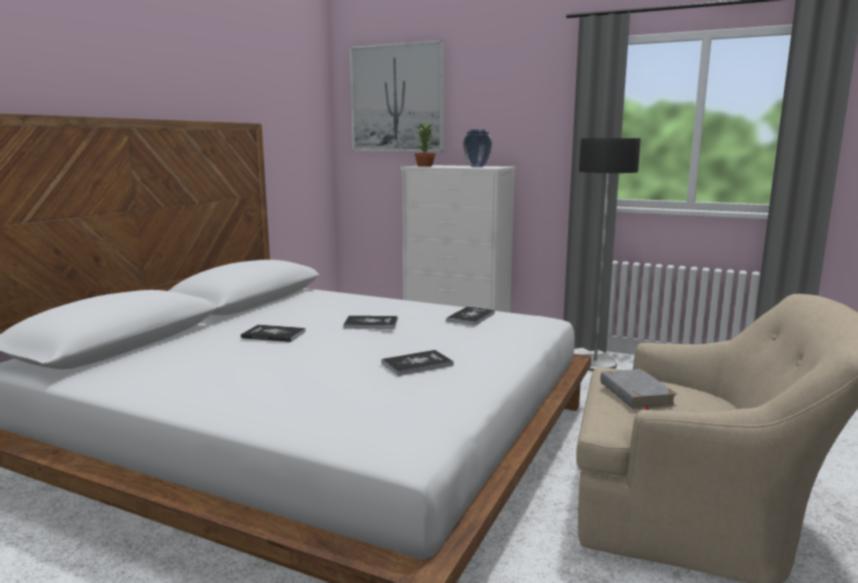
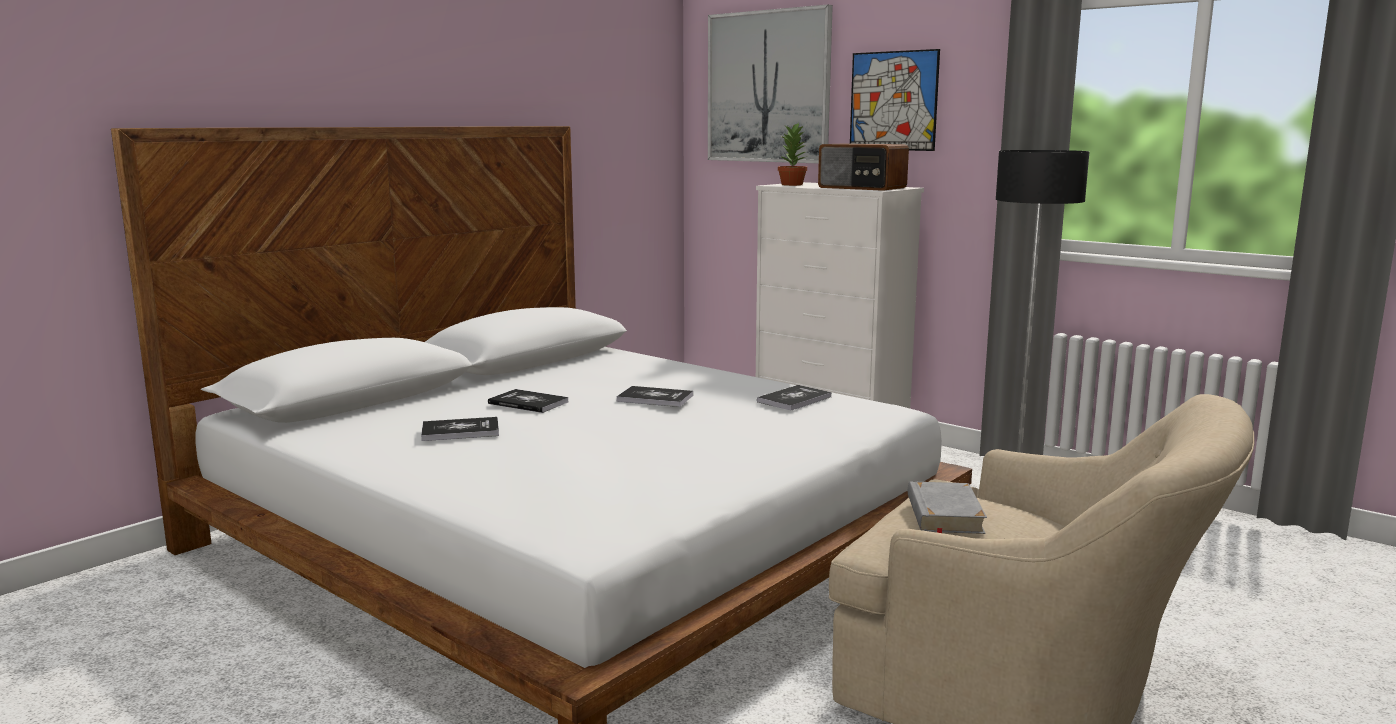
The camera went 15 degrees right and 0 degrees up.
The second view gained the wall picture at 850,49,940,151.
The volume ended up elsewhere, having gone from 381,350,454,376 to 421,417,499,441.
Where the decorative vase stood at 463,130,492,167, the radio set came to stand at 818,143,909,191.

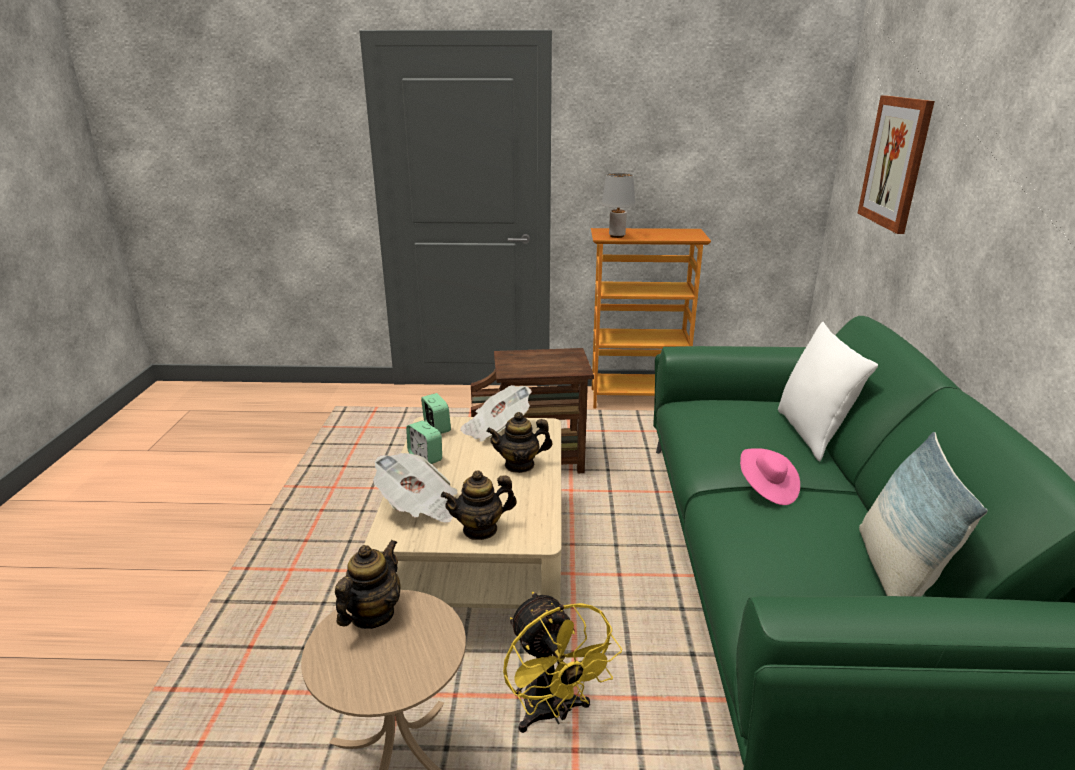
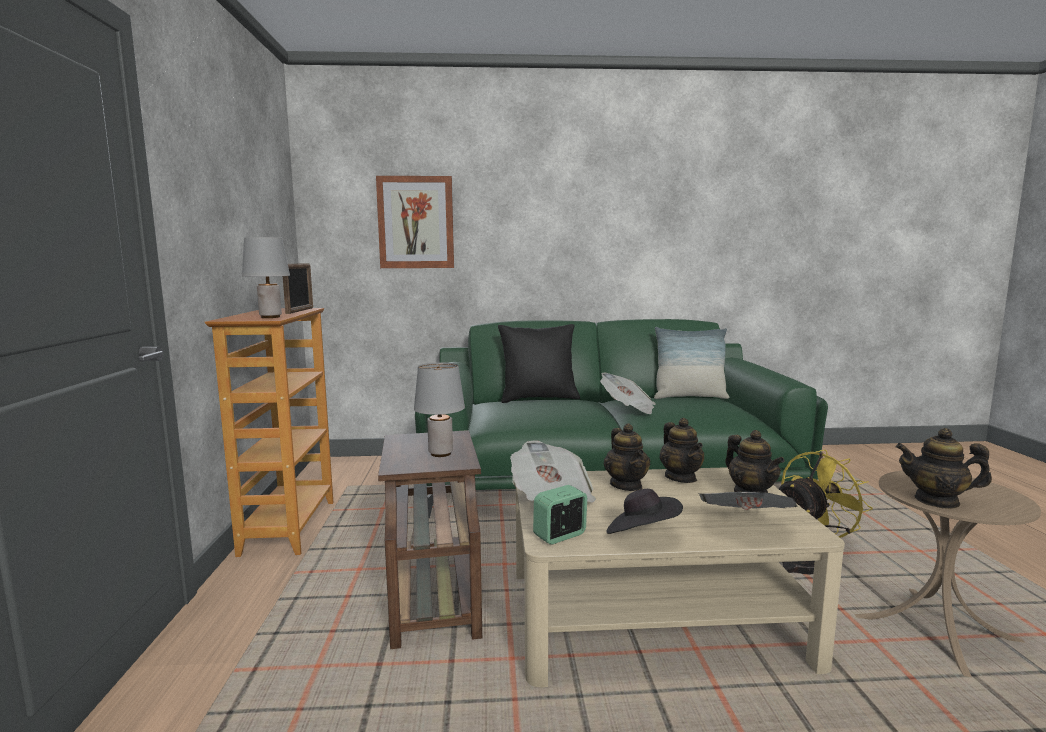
The camera went 95 degrees left and 15 degrees down.
The second view gained the photo frame at 283,263,313,314.
The second view gained the table lamp (greyish) at 414,362,465,457.
The second view gained the teapot at 660,418,704,483.
Where the bedside clock stood at 406,421,442,464, the clothing hat (black-coloured) came to stand at 606,489,683,534.
Where the clothing hat (pink-coloured) stood at 740,448,800,505, the newspaper came to stand at 600,372,656,414.
What was the pillow (white) at 778,322,878,461 turned into the pillow (black-coloured) at 498,324,580,403.

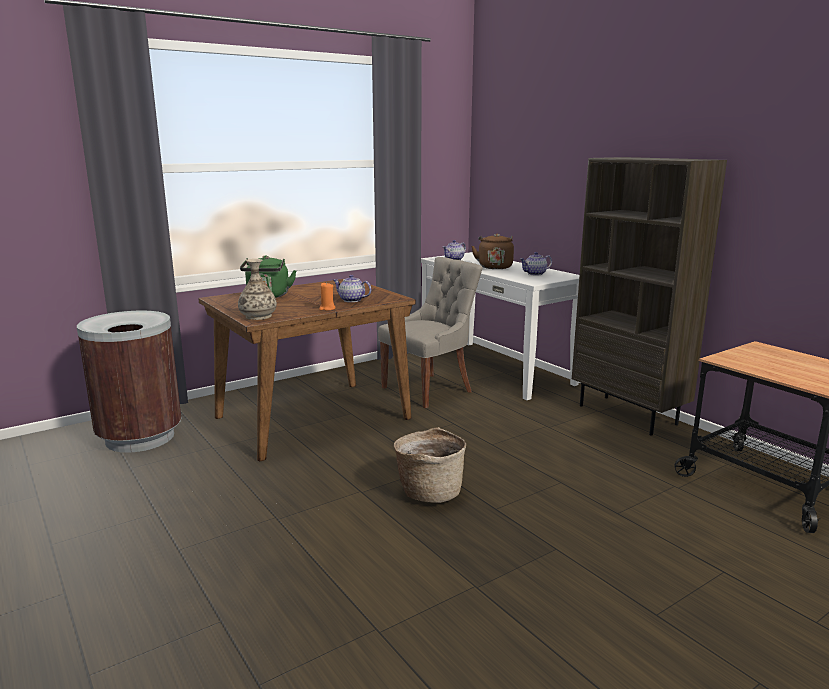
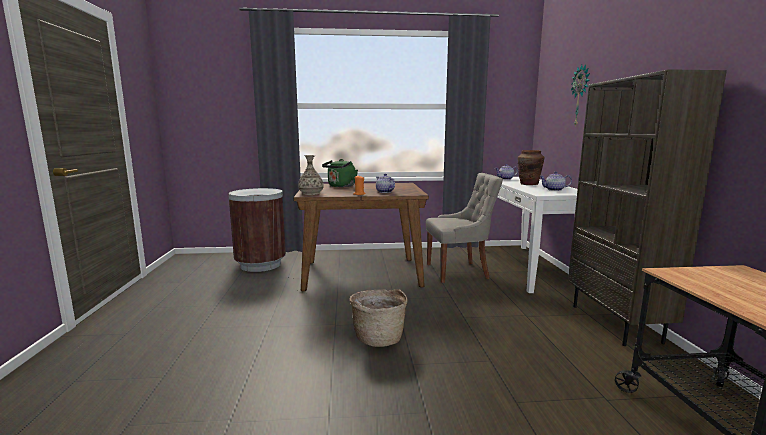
The camera went 30 degrees right and 5 degrees down.
The second view gained the clock on the wall at 571,64,590,127.
Where the tea kettle (brownish) stood at 472,234,514,269, the decorative vase (brownish) came to stand at 518,150,545,185.

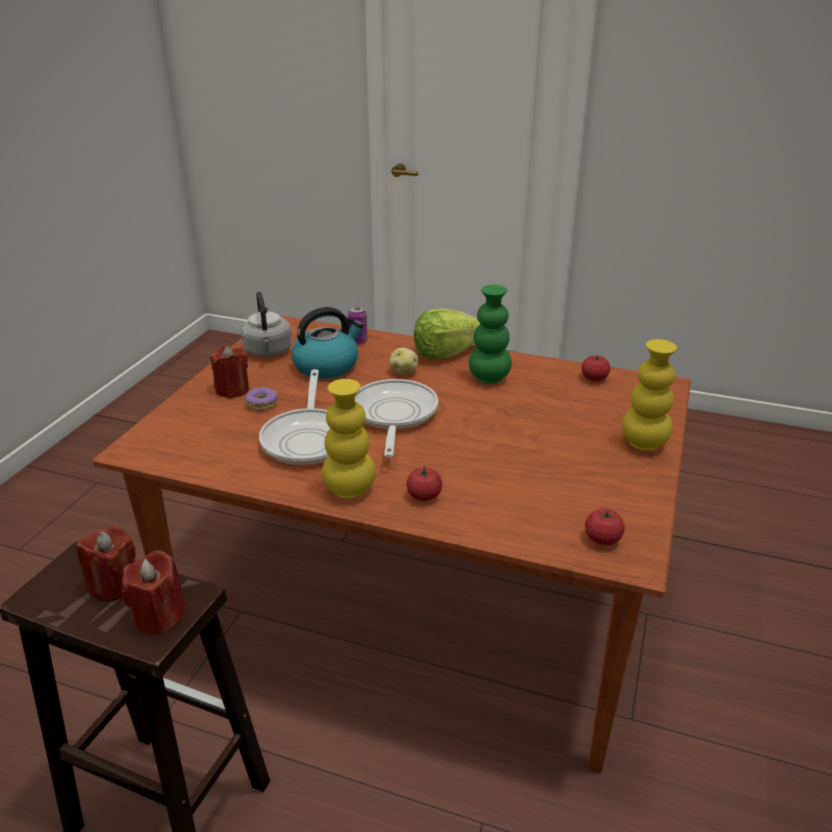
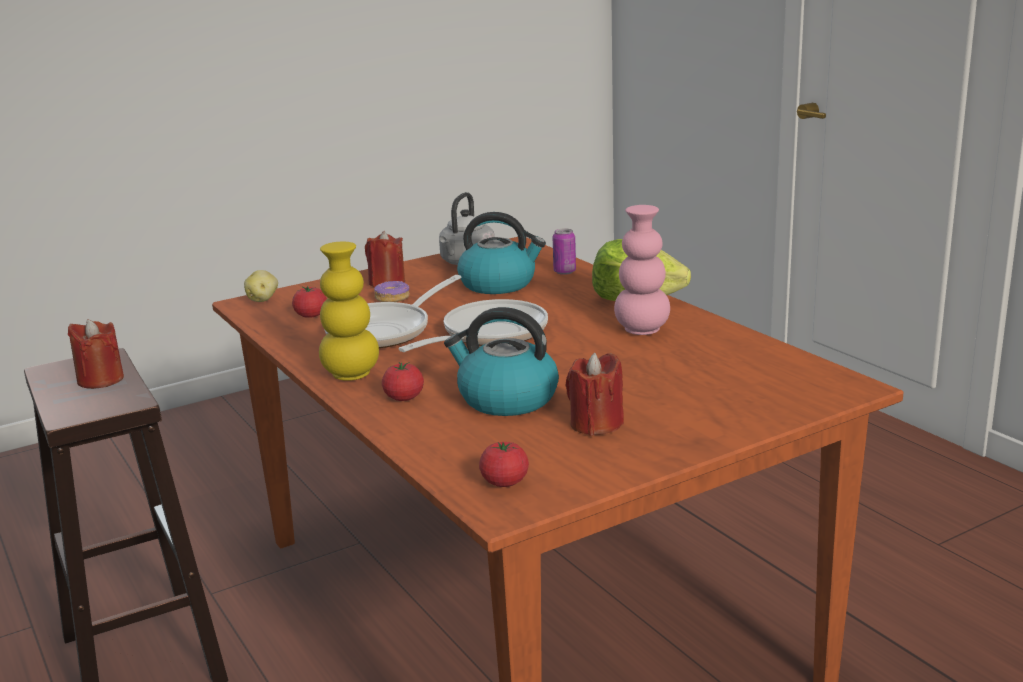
The camera went 40 degrees right and 10 degrees down.
The second view lost the decorative vase (yellow-coloured) at 622,339,677,451.
The second view gained the tea kettle at 444,307,559,416.
The wax candle (red) ended up elsewhere, having gone from 122,551,186,634 to 566,352,624,436.
The whole potato ended up elsewhere, having gone from 389,348,418,375 to 244,270,278,302.
The tomato ended up elsewhere, having gone from 581,355,610,381 to 292,286,327,318.
What was the decorative vase (green) at 469,285,512,384 turned into the decorative vase (pink-coloured) at 614,205,670,335.

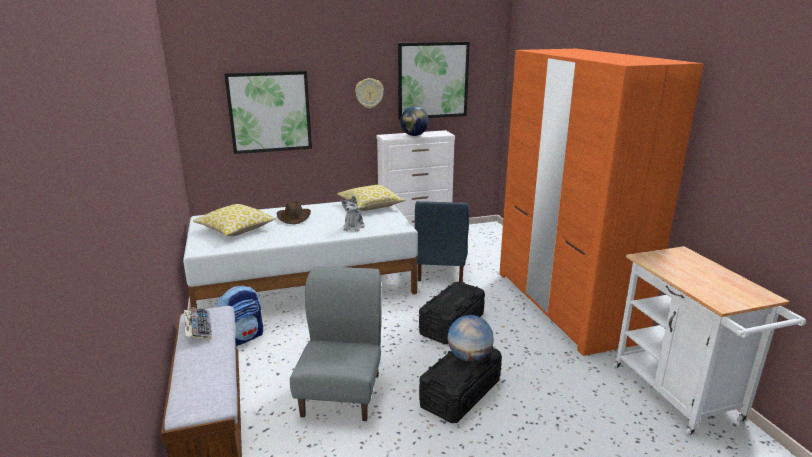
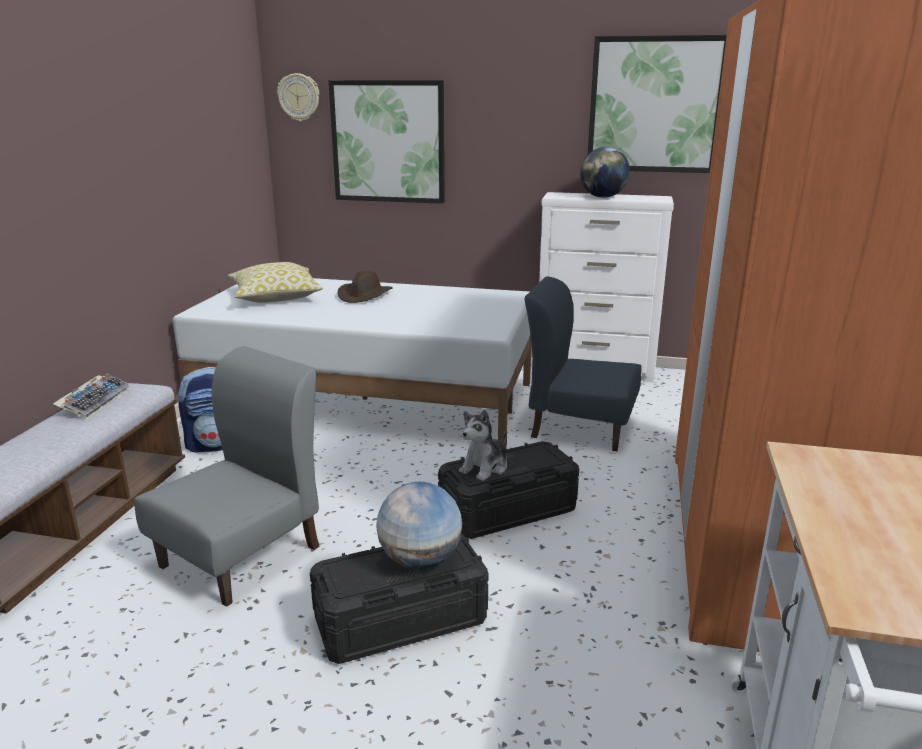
The camera went 30 degrees right and 0 degrees up.
The second view lost the pillow at 337,185,405,211.
The cuddly toy ended up elsewhere, having gone from 341,196,365,231 to 459,409,507,481.
The clock on the wall ended up elsewhere, having gone from 355,78,384,108 to 277,73,319,122.
The upright chair (blue-coloured) at 415,201,470,283 ended up facing another way, 75 degrees clockwise from before.

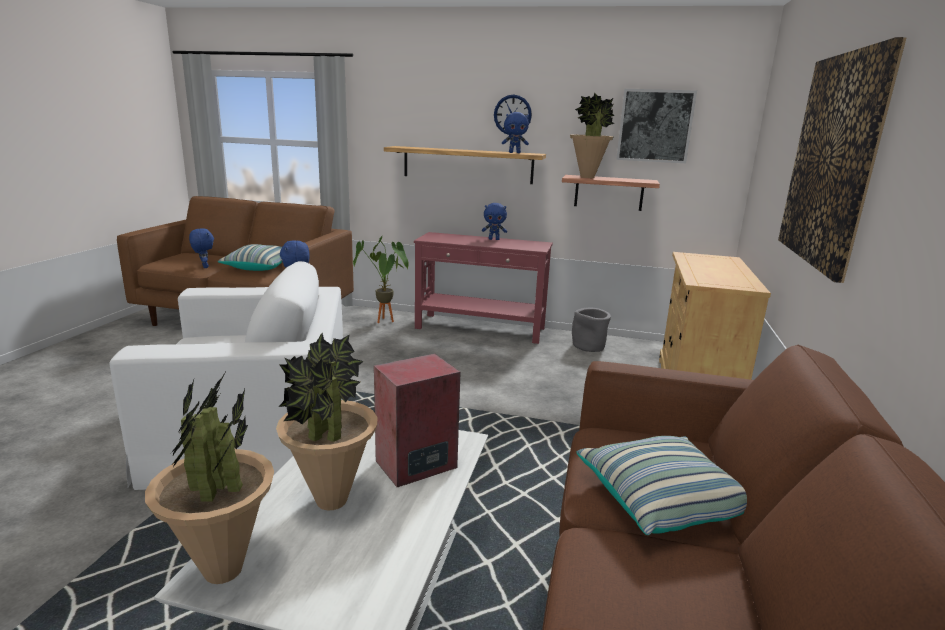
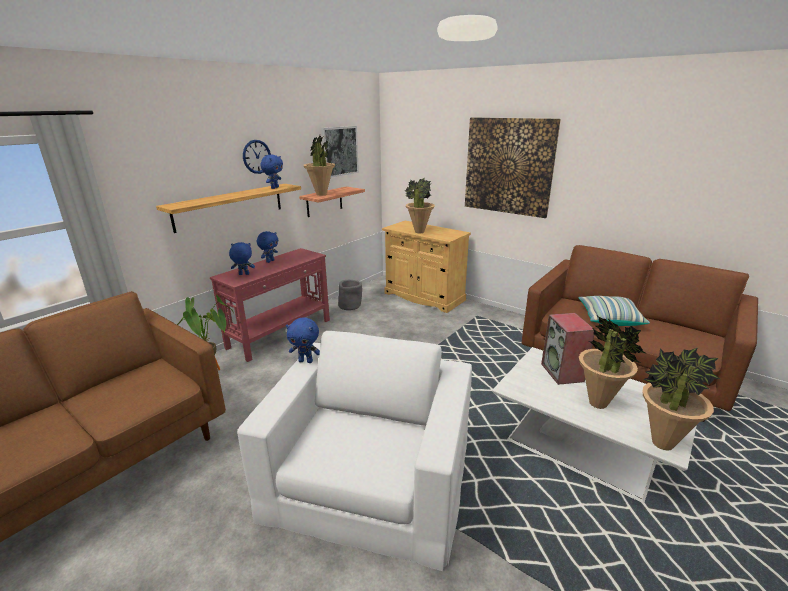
The camera went 65 degrees left and 5 degrees up.
The second view lost the pillow at 218,244,282,271.
The second view gained the houseplant at 405,178,435,233.
The cuddly toy (blue-coloured) ended up elsewhere, having gone from 189,228,214,268 to 229,242,255,275.

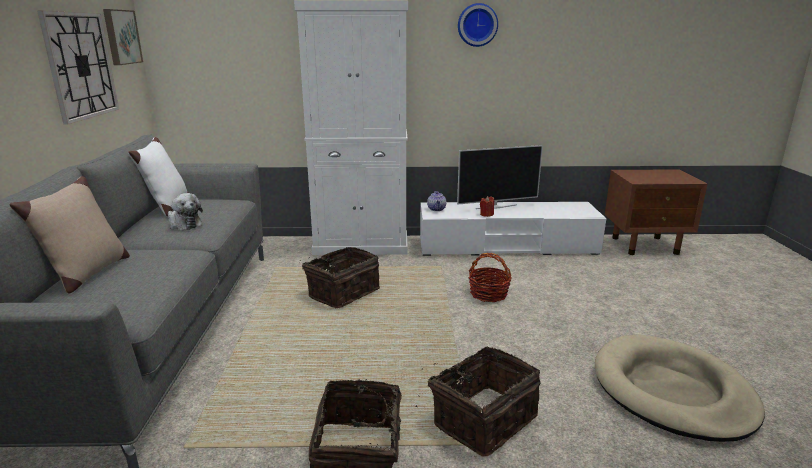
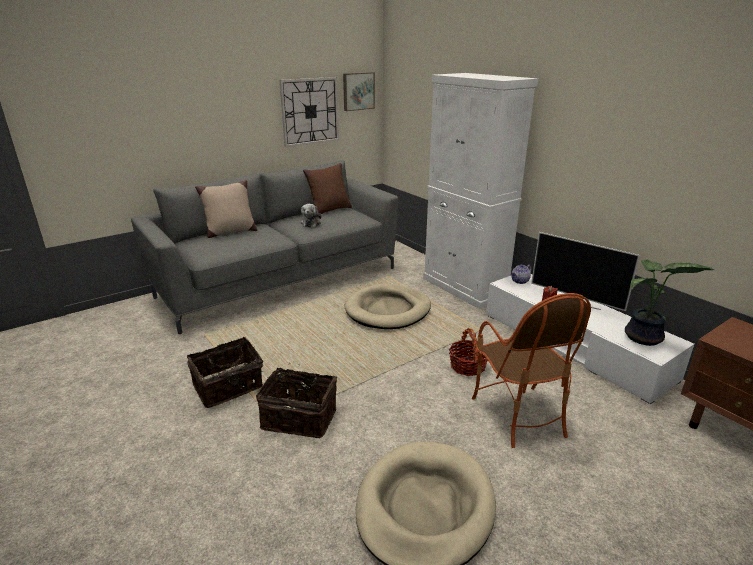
The camera went 55 degrees right and 5 degrees up.
The second view lost the clock on the wall at 458,3,498,47.
The second view gained the easy chair at 472,293,591,448.
The second view gained the houseplant at 625,260,714,346.
Where the household basket stood at 302,247,380,308, the pet bed (beige) came to stand at 345,284,431,329.
What was the pillow (white) at 128,137,188,216 turned into the pillow (brownish) at 303,163,352,214.

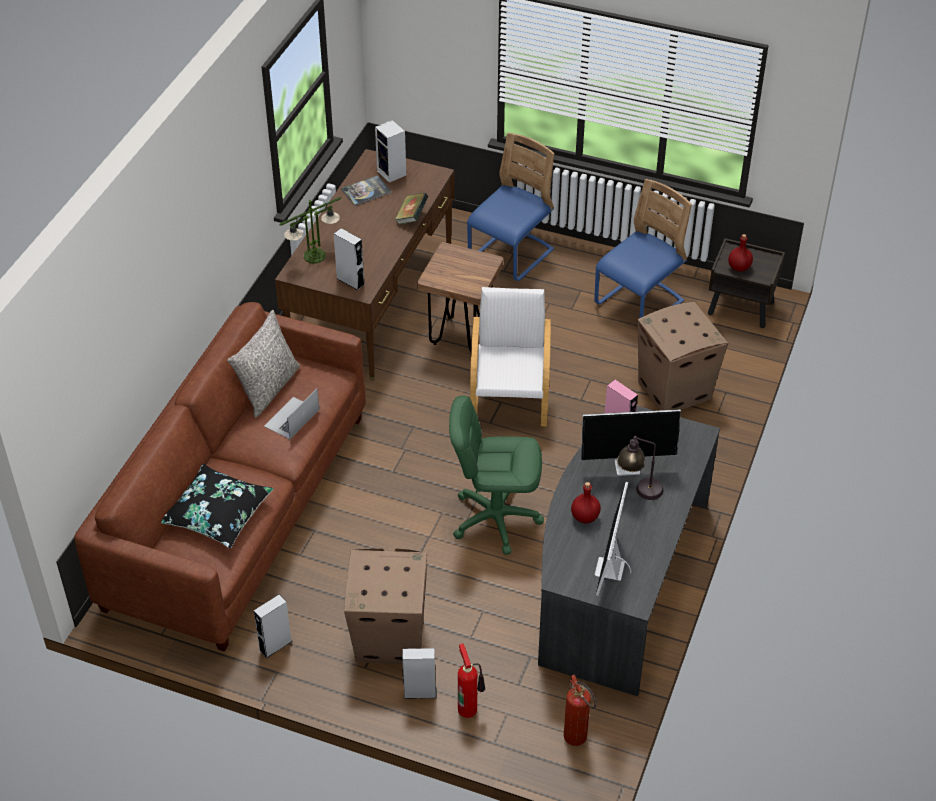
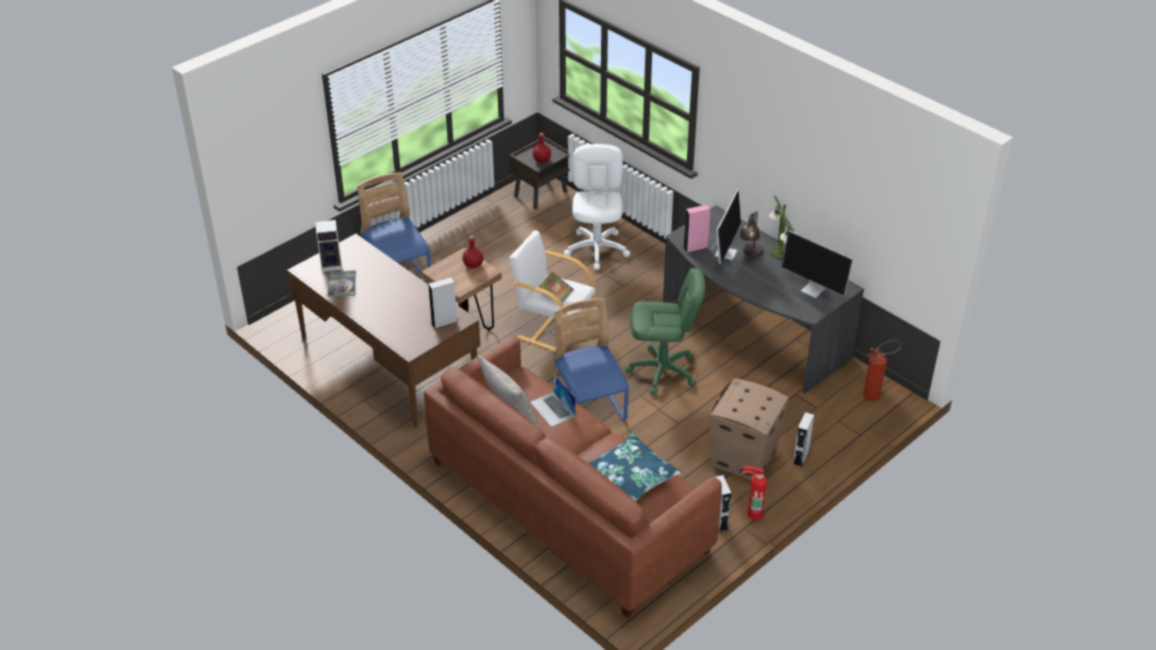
The camera went 65 degrees left and 5 degrees down.
The table lamp ended up elsewhere, having gone from 280,197,342,264 to 769,196,794,258.
The volume ended up elsewhere, having gone from 395,193,428,225 to 539,272,574,302.
The fire-fighting cylinder ended up elsewhere, having gone from 458,644,485,718 to 742,466,767,520.
The bottle (red) ended up elsewhere, having gone from 571,482,601,523 to 462,236,483,269.
The upright chair (blue-coloured) ended up elsewhere, having gone from 594,179,692,318 to 553,298,629,420.
Where the cardboard box stood at 637,302,728,410, the computer chair (white) came to stand at 564,144,630,270.
What was the pillow (black-coloured) at 161,464,273,549 turned into the pillow (blue-coloured) at 588,433,682,501.
The computer chair (green) at 449,396,544,555 ended up facing another way, 120 degrees counterclockwise from before.

